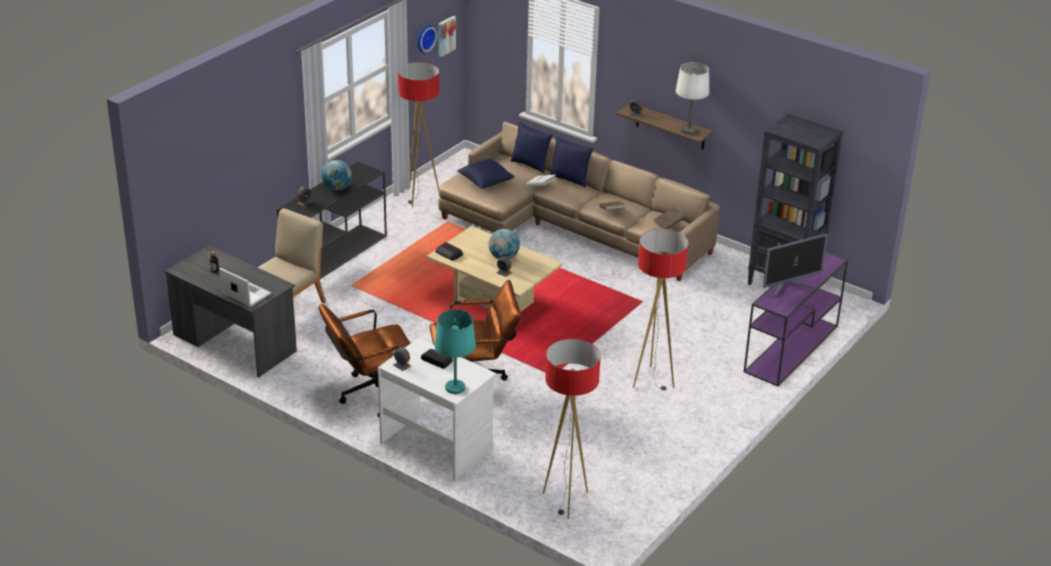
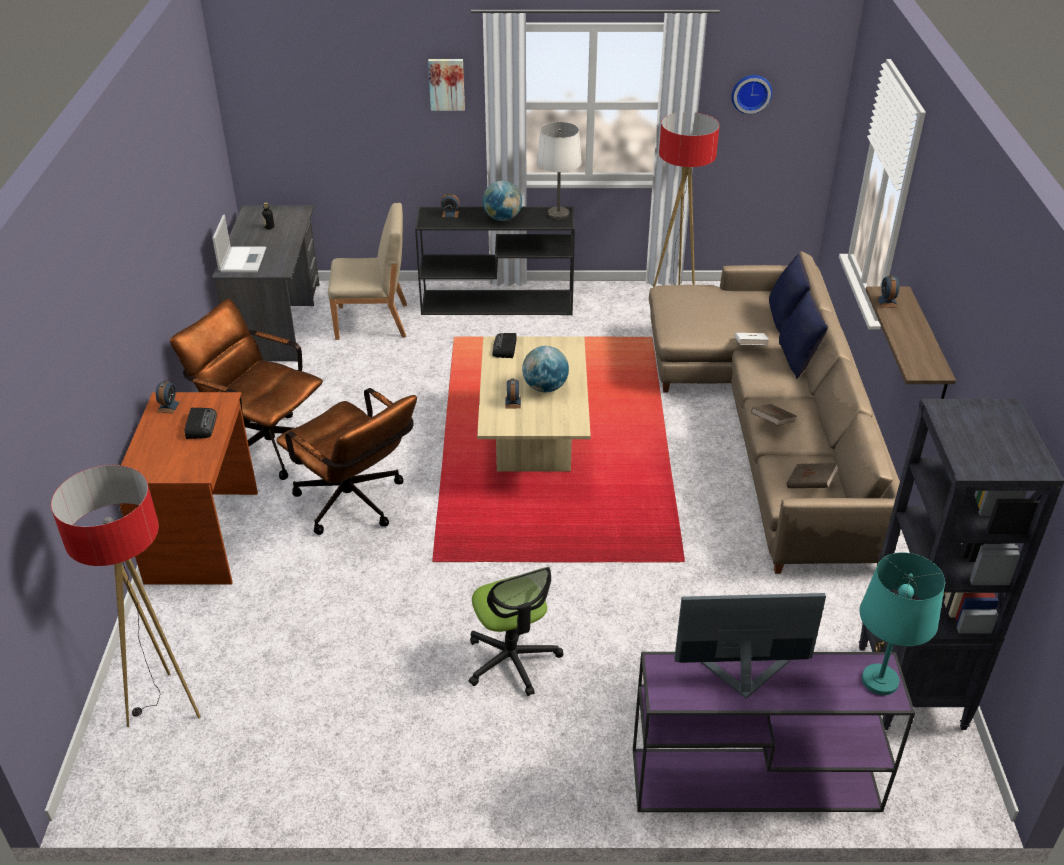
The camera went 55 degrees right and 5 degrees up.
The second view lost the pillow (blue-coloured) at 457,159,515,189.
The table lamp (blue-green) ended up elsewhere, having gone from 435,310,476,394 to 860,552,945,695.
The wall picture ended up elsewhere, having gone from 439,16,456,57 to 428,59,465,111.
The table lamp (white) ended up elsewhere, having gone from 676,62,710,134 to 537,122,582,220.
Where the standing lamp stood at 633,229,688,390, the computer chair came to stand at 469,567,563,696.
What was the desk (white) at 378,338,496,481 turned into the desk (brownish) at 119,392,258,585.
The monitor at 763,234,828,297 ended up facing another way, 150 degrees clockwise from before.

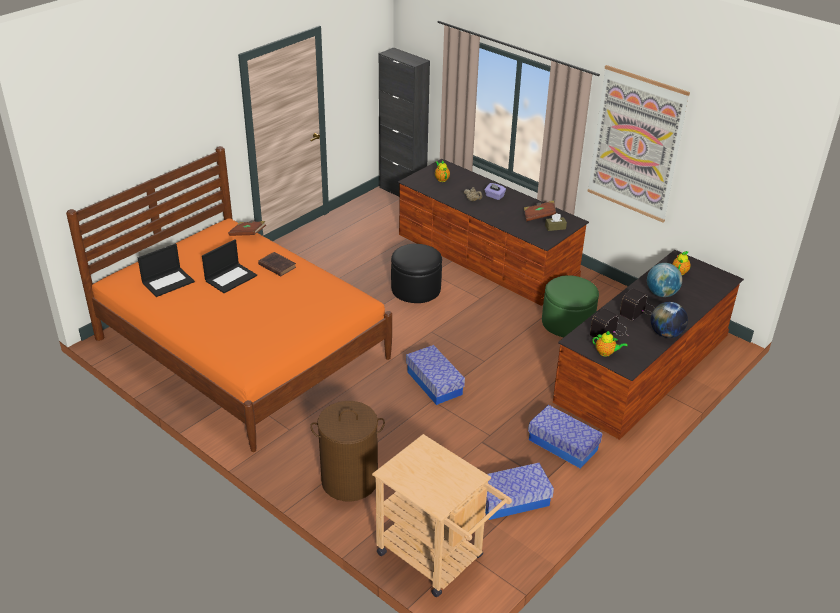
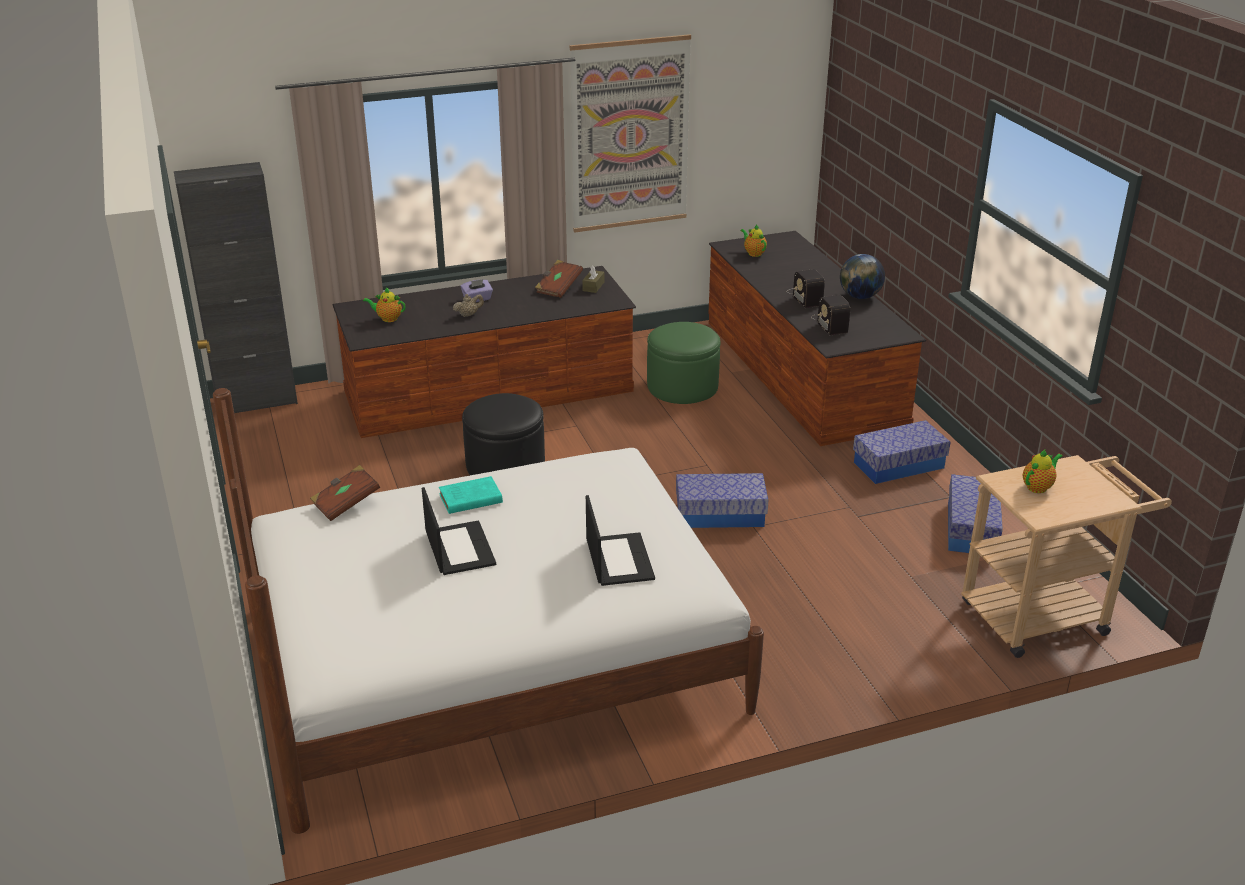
The camera went 60 degrees left and 5 degrees down.
The second view lost the washing basket (brownish) at 310,401,385,502.
The second view lost the desk globe at 647,263,682,297.
The portable computer ended up elsewhere, having gone from 138,243,195,297 to 586,495,655,586.
The teapot ended up elsewhere, having gone from 592,331,628,357 to 1023,450,1063,493.
What was the sleeping bed (orange) at 66,146,392,452 turned into the sleeping bed (white) at 213,388,764,834.
What was the volume (brownish) at 258,252,296,276 turned into the volume (blue-green) at 439,476,503,514.

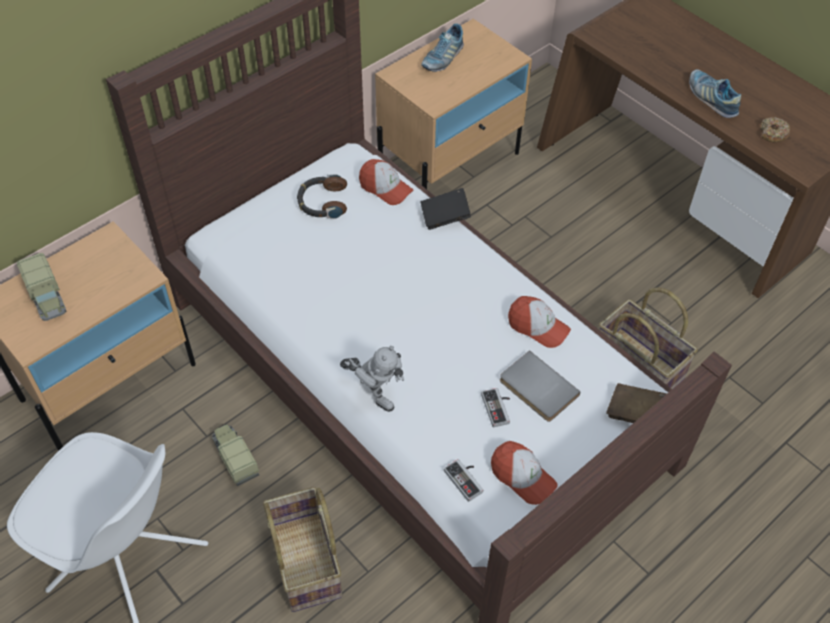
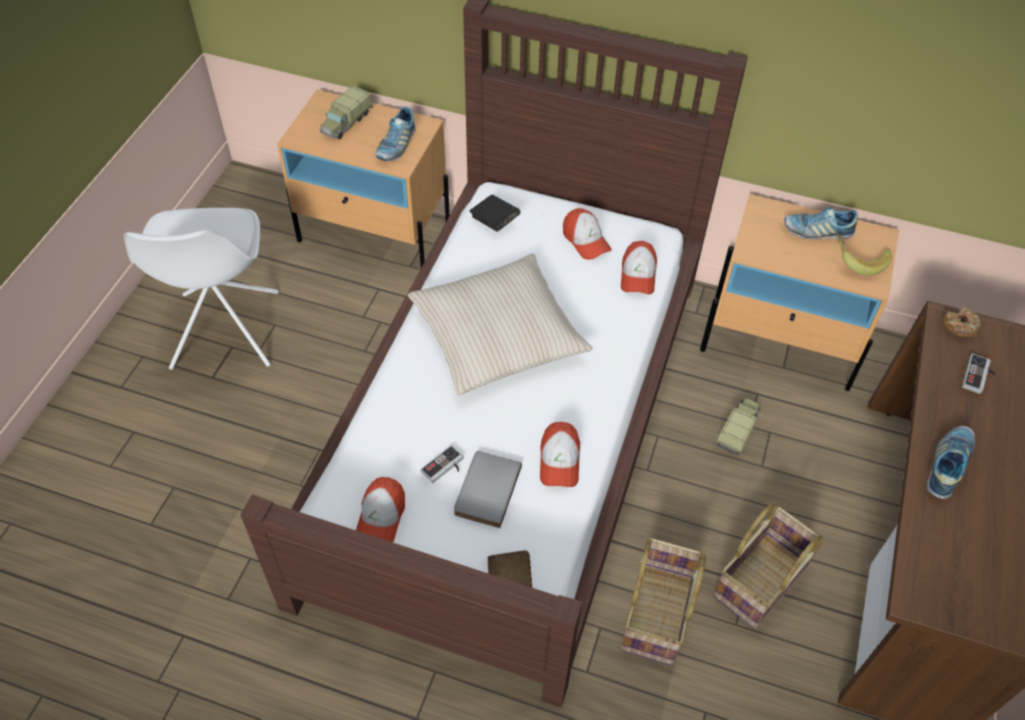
The camera went 60 degrees right and 0 degrees up.
The second view lost the robot figure at 340,346,404,412.
The second view gained the low shoe at 376,107,416,161.
The second view gained the pillow (beige) at 408,253,593,396.
The second view gained the banana at 837,233,892,276.
The model truck ended up elsewhere, having gone from 212,425,259,486 to 716,399,761,456.
The household basket ended up elsewhere, having gone from 263,487,342,612 to 714,502,824,629.
The volume (black-coloured) ended up elsewhere, having gone from 421,188,471,230 to 469,195,521,232.
The gamepad ended up elsewhere, having gone from 444,459,483,502 to 962,353,996,394.
The doughnut ended up elsewhere, having gone from 760,117,790,142 to 944,307,980,338.
Where the headset stood at 297,174,347,218, the baseball cap came to stand at 563,208,612,260.

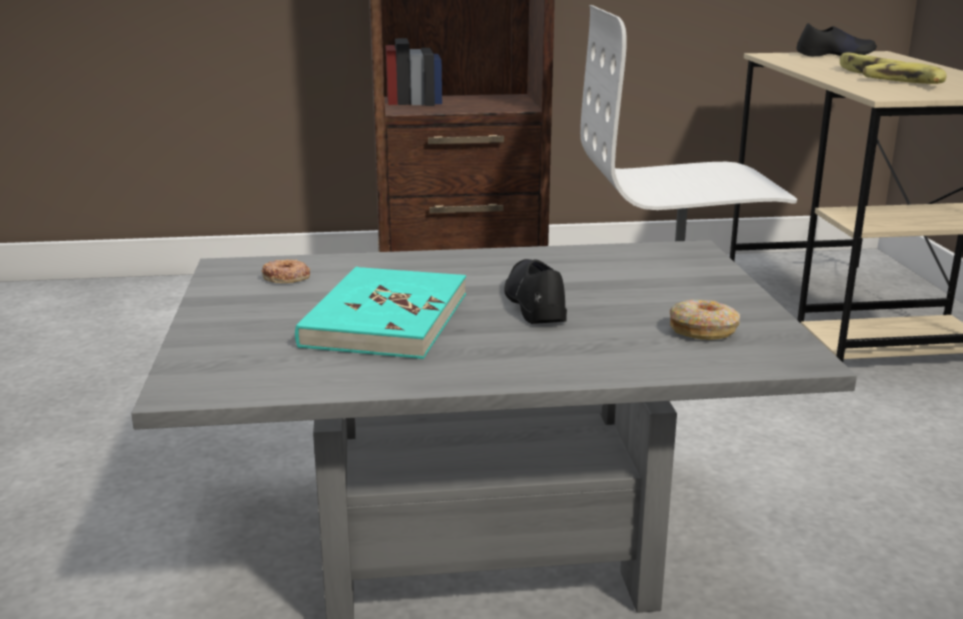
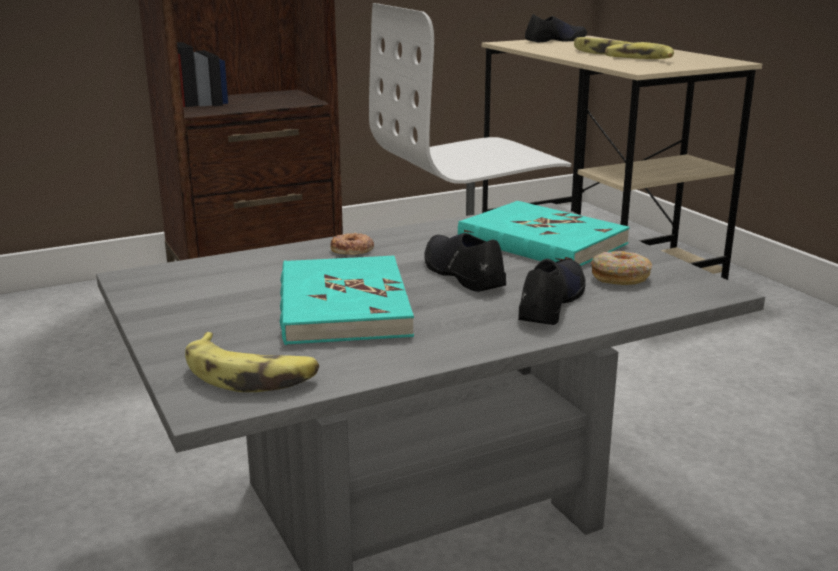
The camera went 20 degrees left and 0 degrees up.
The second view gained the banana at 185,332,319,392.
The second view gained the volume (blue-green) at 458,201,630,266.
The second view gained the low shoe (black-coloured) at 518,259,586,325.
The doughnut ended up elsewhere, having gone from 262,259,310,283 to 331,232,374,255.

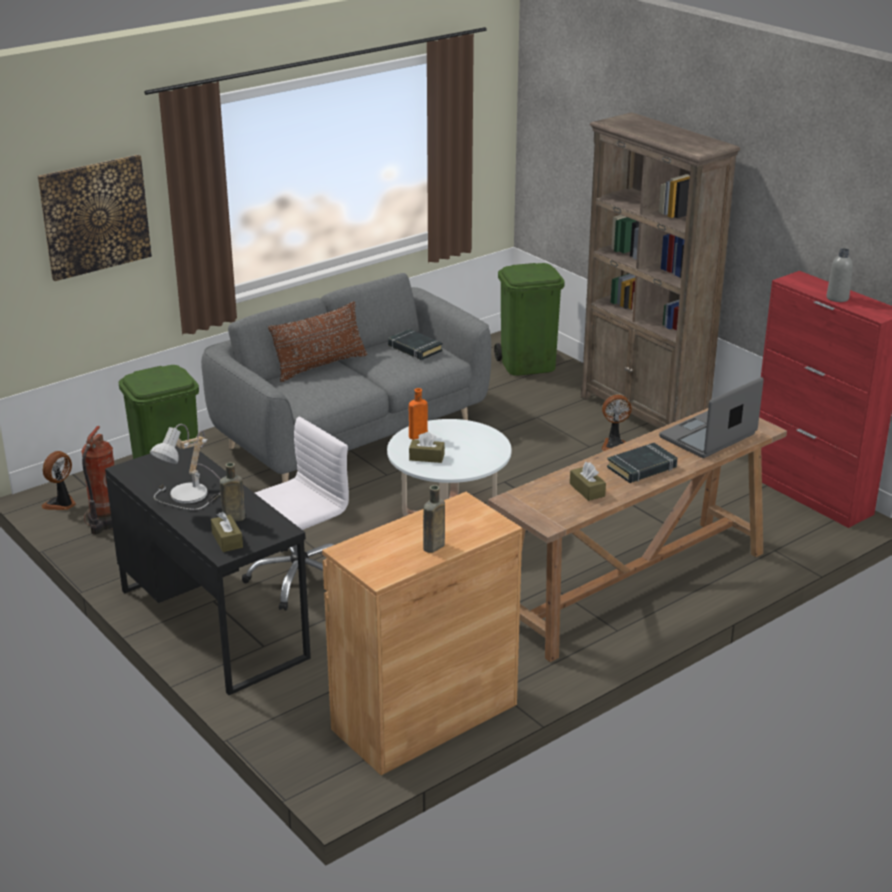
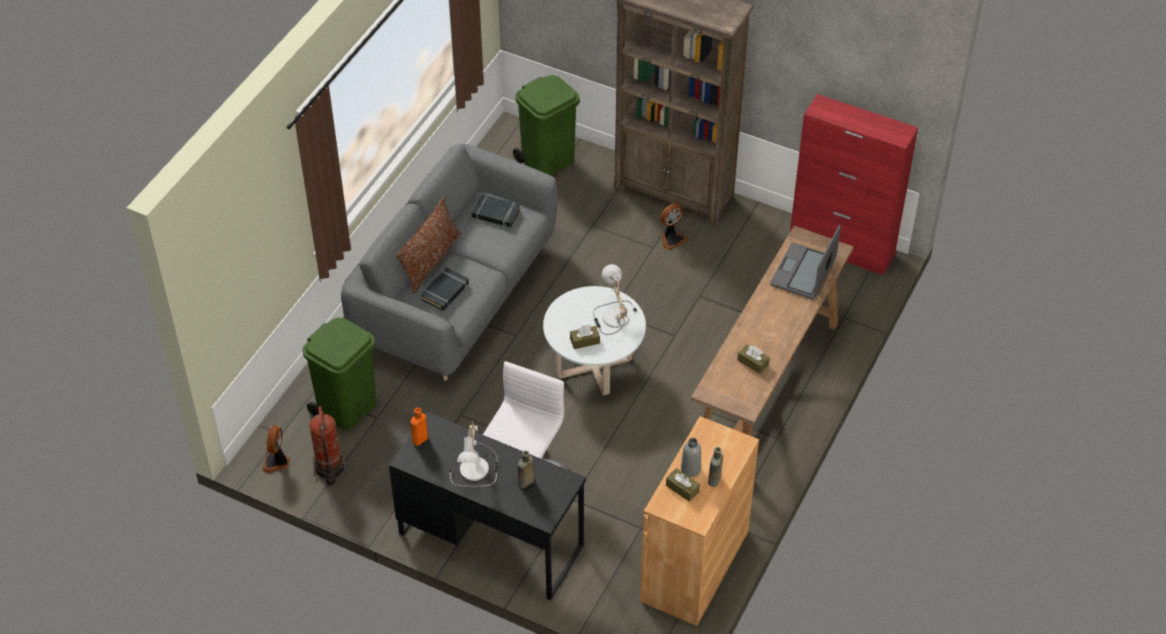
The camera went 25 degrees left and 20 degrees up.
The second view lost the wall picture at 38,155,152,281.
The second view gained the table lamp at 593,264,637,335.
The tissue box (brownish) ended up elsewhere, having gone from 211,512,243,552 to 666,468,700,502.
The bottle (orange) ended up elsewhere, having gone from 409,388,428,440 to 411,408,428,446.
The volume (black-coloured) ended up elsewhere, having gone from 607,443,677,483 to 421,267,469,311.
The bottle (greyish) ended up elsewhere, having gone from 827,248,853,302 to 681,438,701,477.

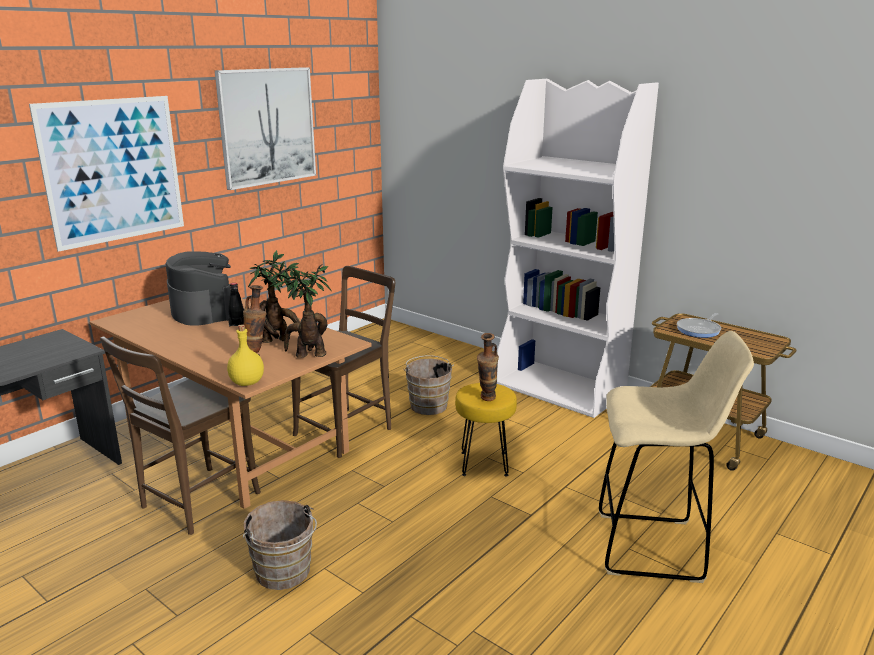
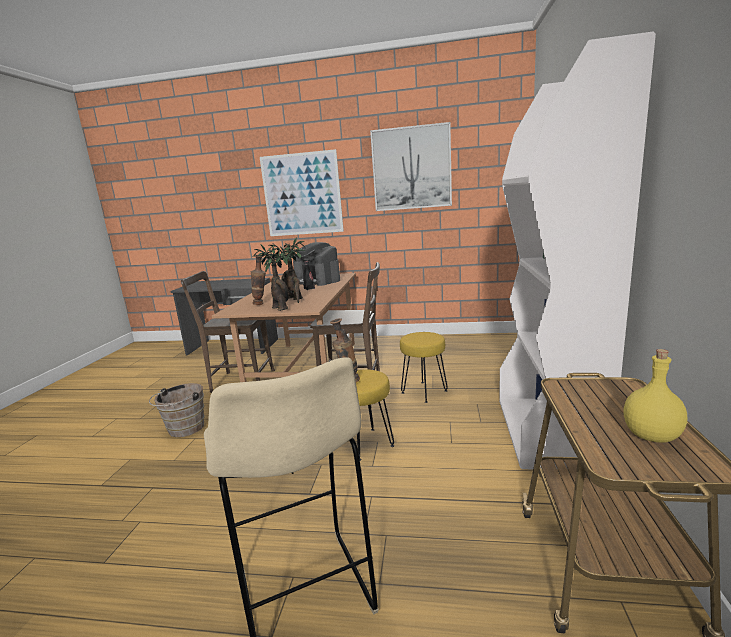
The camera went 60 degrees right and 5 degrees down.
The second view lost the frying pan at 677,313,721,338.
The bottle (yellow-coloured) ended up elsewhere, having gone from 227,324,264,386 to 623,349,687,443.
Where the pail (brownish) stood at 403,355,454,415, the stool seat (yellow-coloured) came to stand at 400,332,448,403.
The coffee maker at 166,251,231,326 ended up facing another way, 105 degrees clockwise from before.

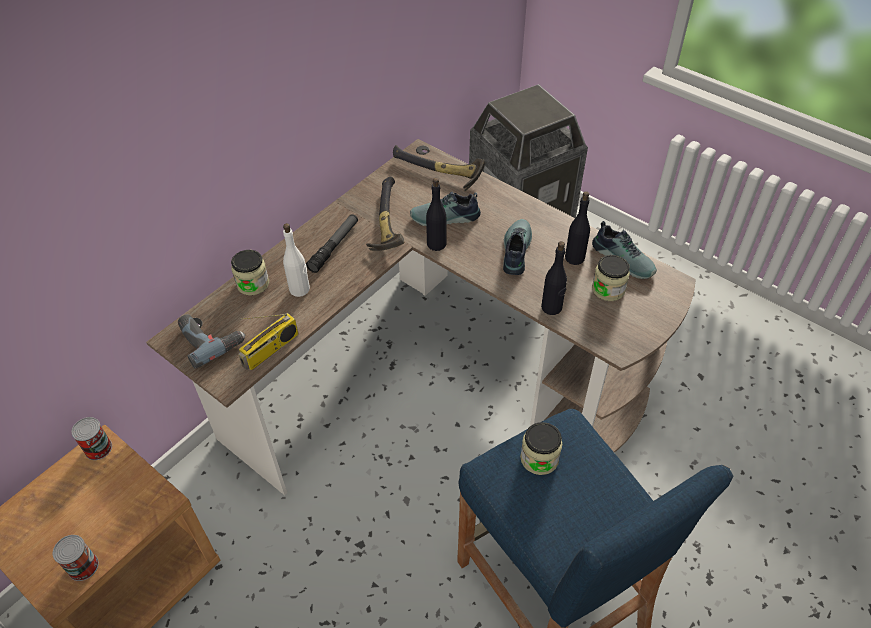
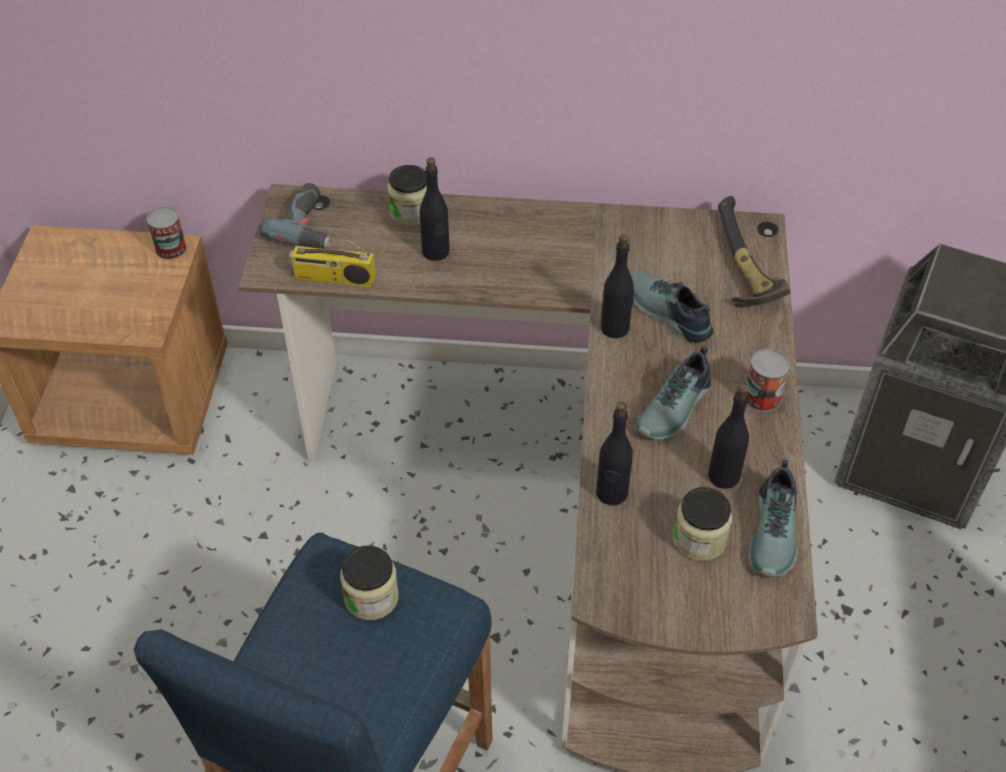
The camera went 55 degrees right and 0 degrees up.
The second view lost the hand torch at 306,214,358,273.
The second view lost the tool hammer at 366,176,404,251.
The metal can ended up elsewhere, having gone from 53,535,99,581 to 746,349,790,412.
What was the bottle (white) at 283,223,310,297 turned into the bottle (black-coloured) at 420,157,450,261.
The low shoe at 503,219,532,275 ended up facing another way, 150 degrees clockwise from before.

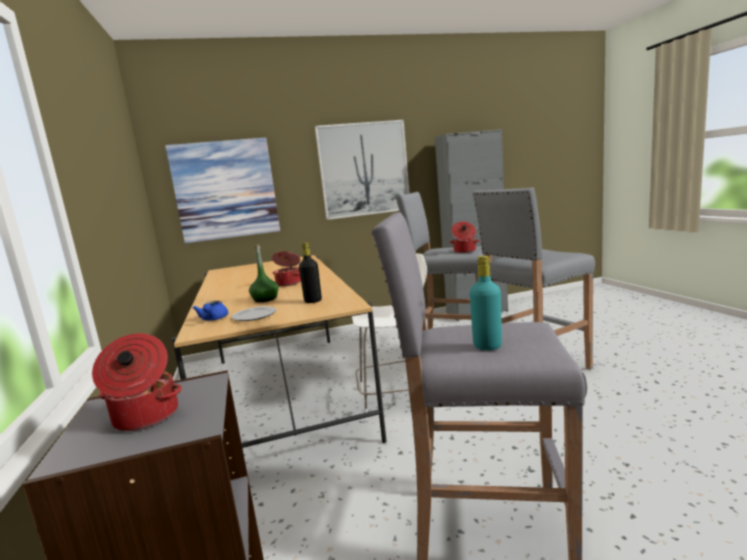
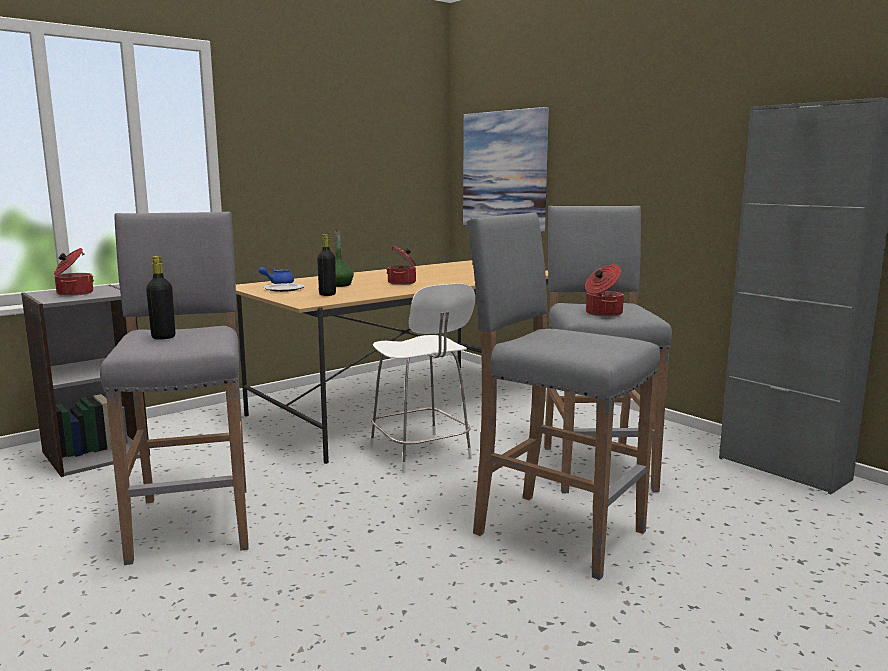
The camera went 65 degrees right and 0 degrees up.
The second view lost the wall picture at 315,120,410,220.
What was the bottle (blue-green) at 469,256,502,350 turned into the bottle (black-coloured) at 146,256,175,340.

